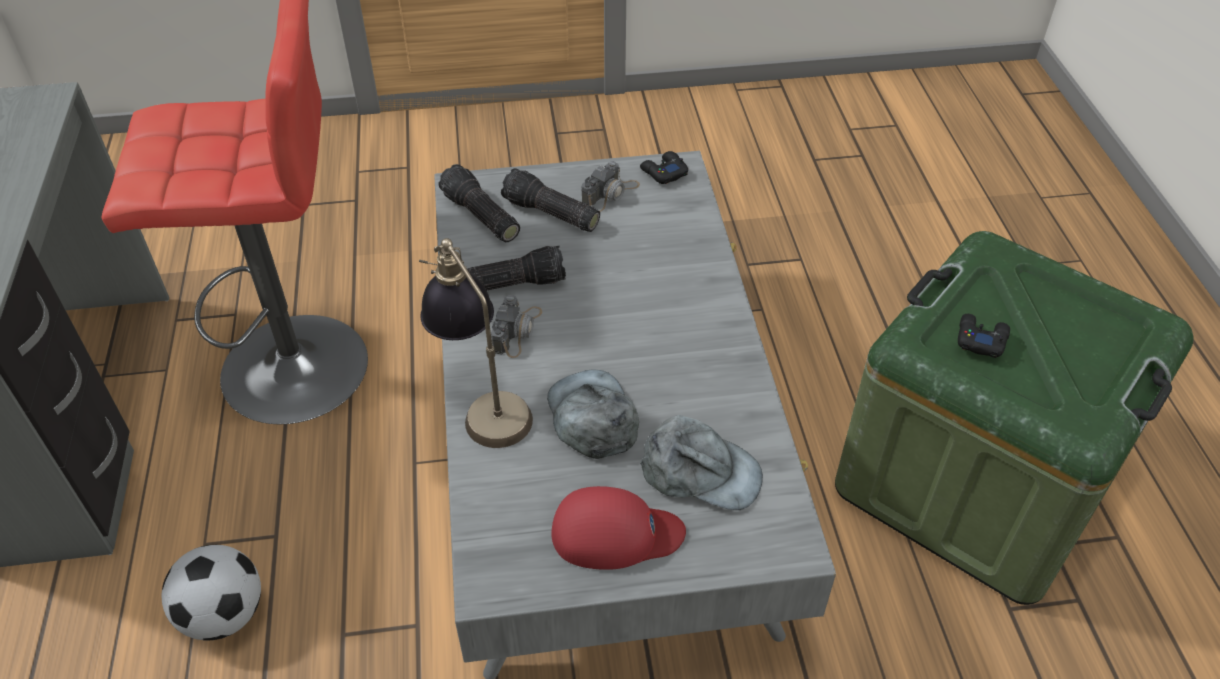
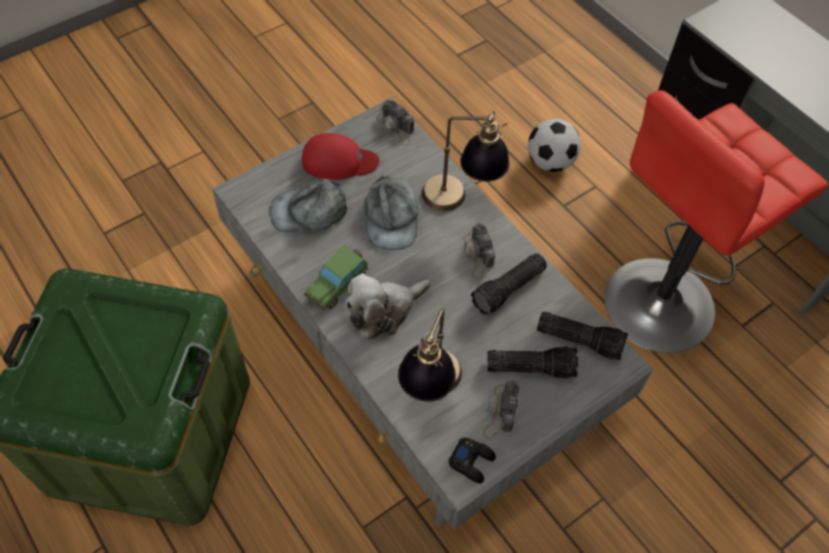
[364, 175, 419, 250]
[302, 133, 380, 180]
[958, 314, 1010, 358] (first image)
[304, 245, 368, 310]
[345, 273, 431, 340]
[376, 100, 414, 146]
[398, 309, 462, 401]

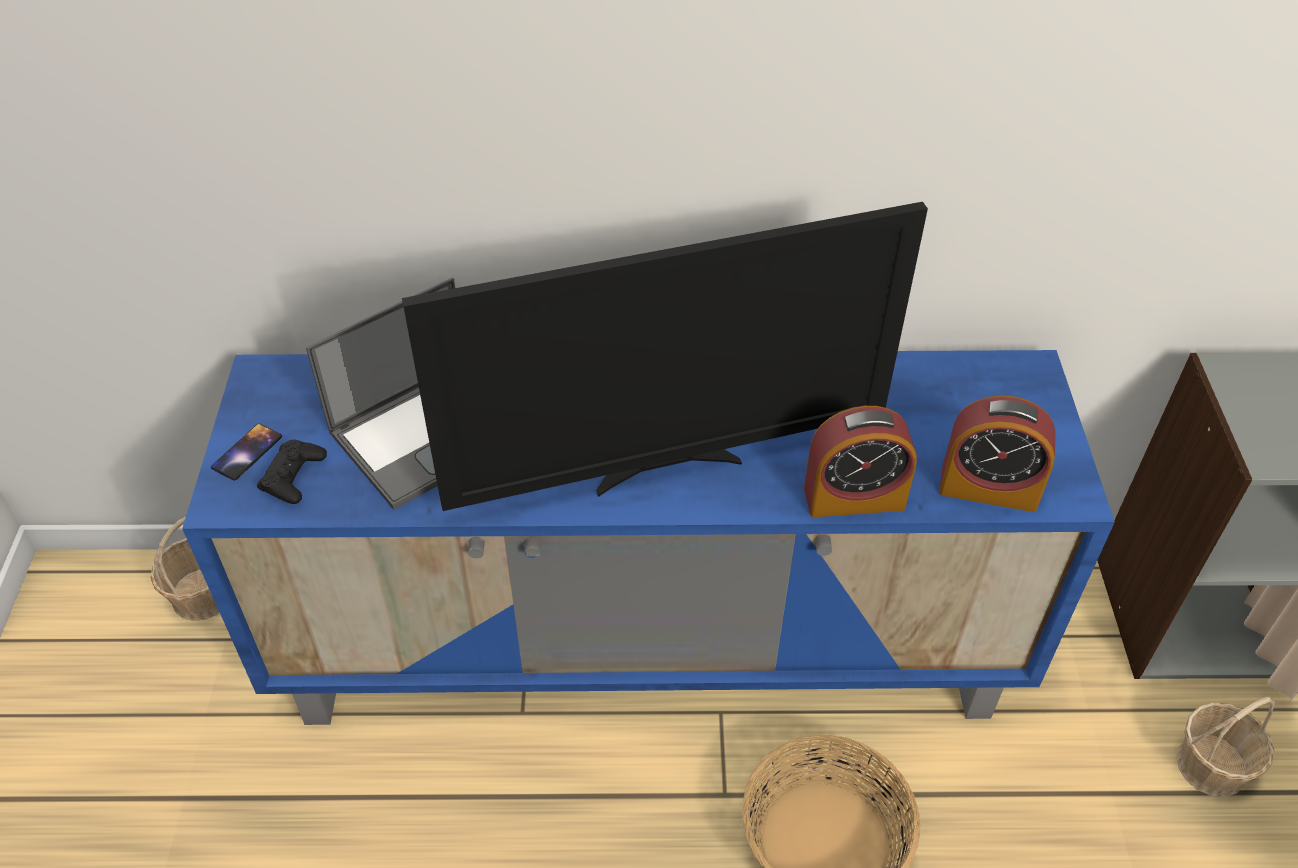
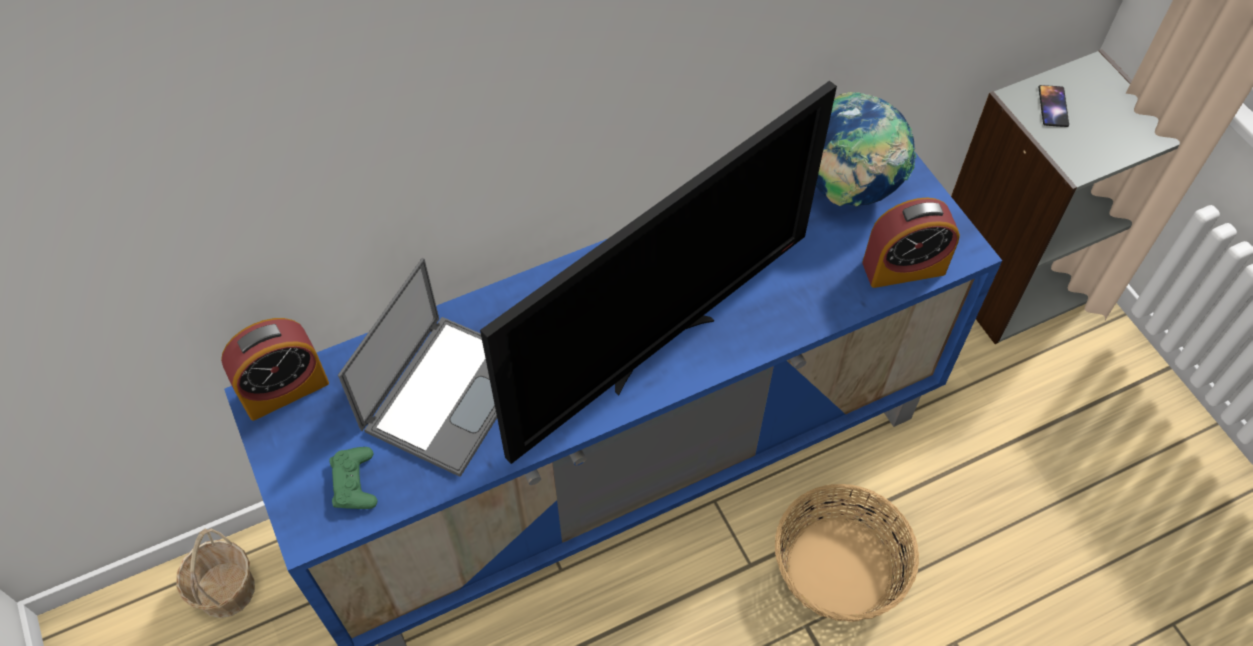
[1039, 85, 1069, 127]
[329, 447, 377, 509]
[221, 318, 329, 421]
[1176, 696, 1275, 797] (first image)
[816, 92, 917, 207]

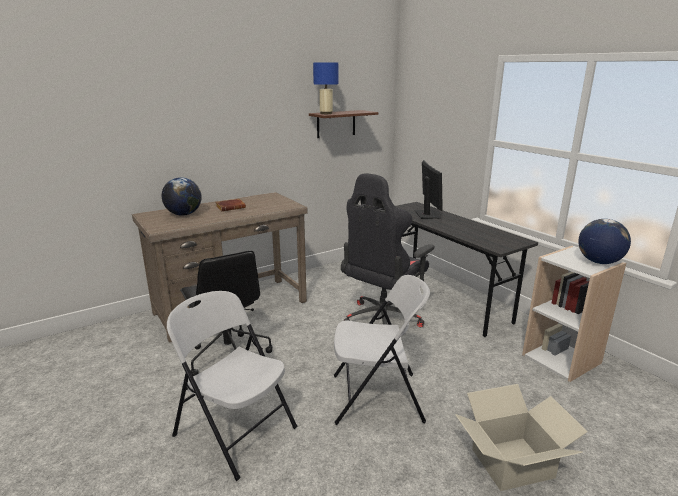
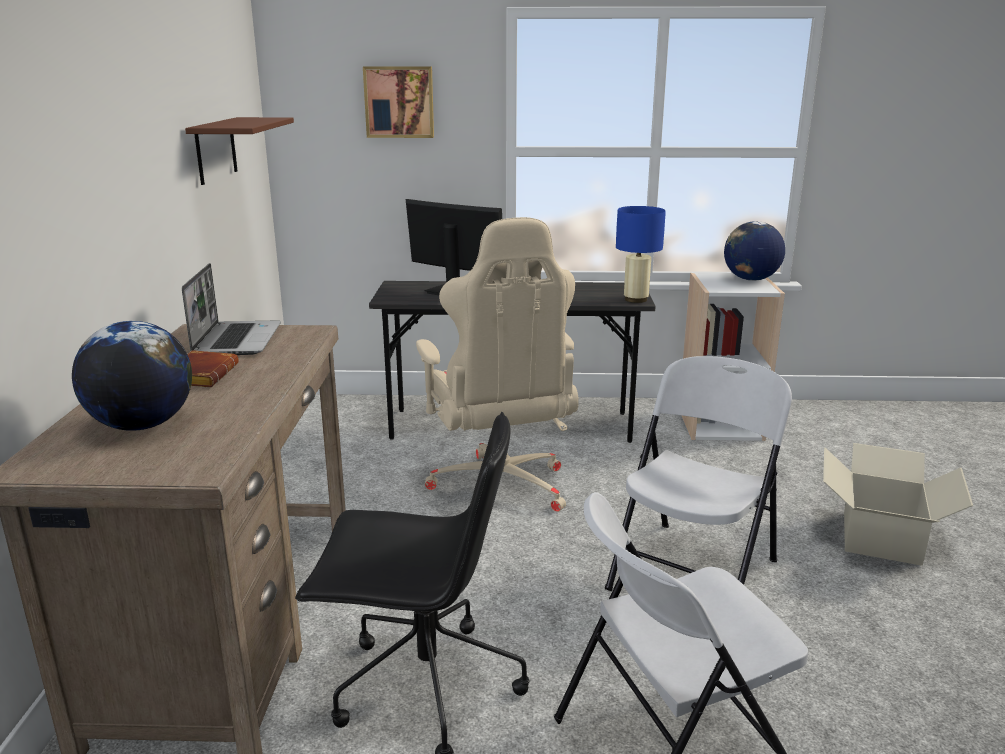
[616, 206, 666, 303]
[416, 217, 579, 512]
[182, 263, 281, 355]
[363, 66, 434, 138]

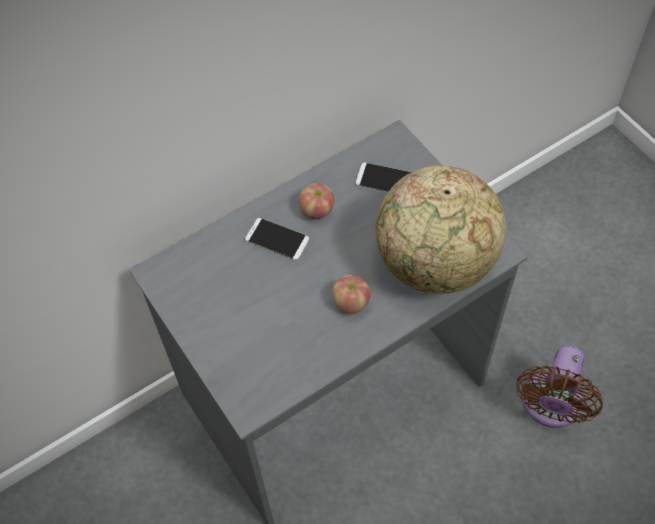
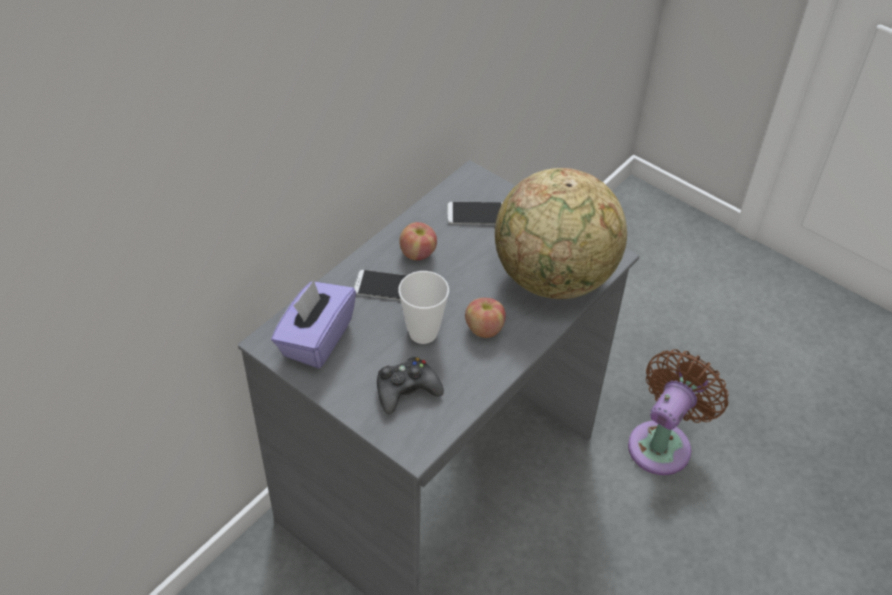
[628, 349, 729, 475]
[271, 280, 356, 369]
[377, 357, 444, 414]
[398, 271, 449, 344]

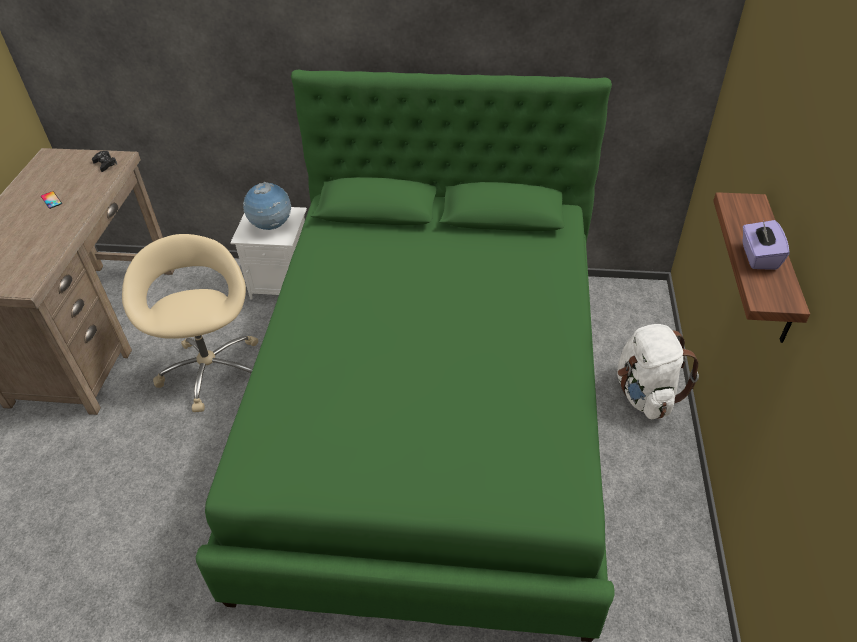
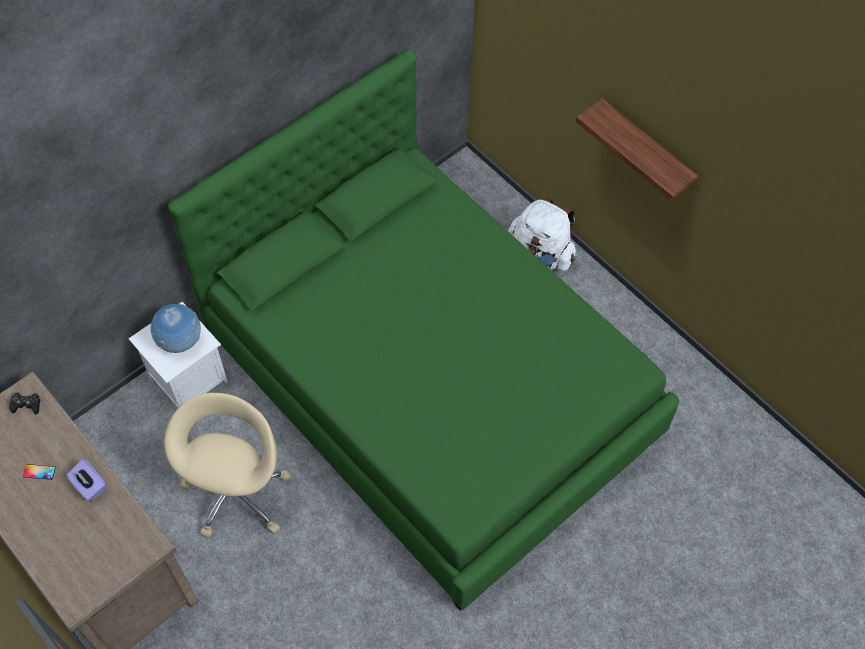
[164, 393, 291, 538]
[66, 459, 107, 502]

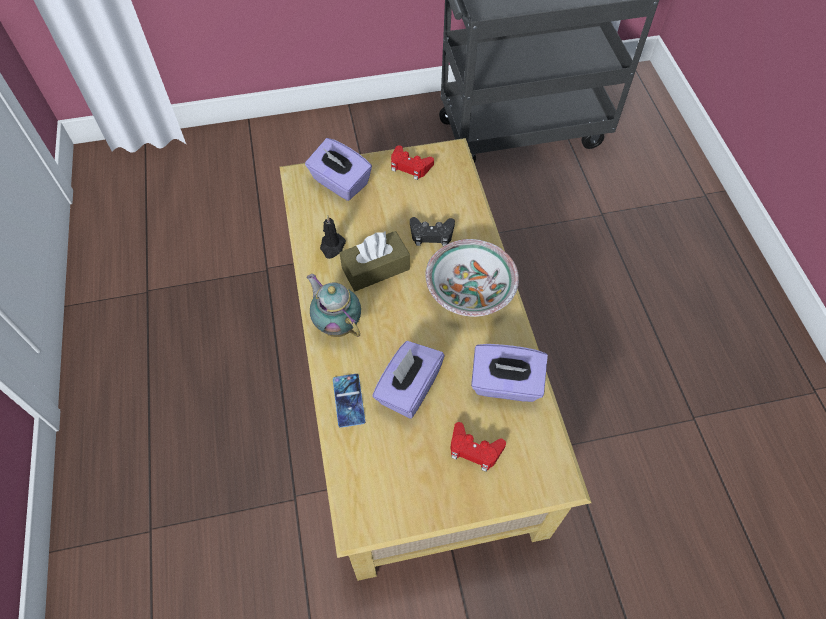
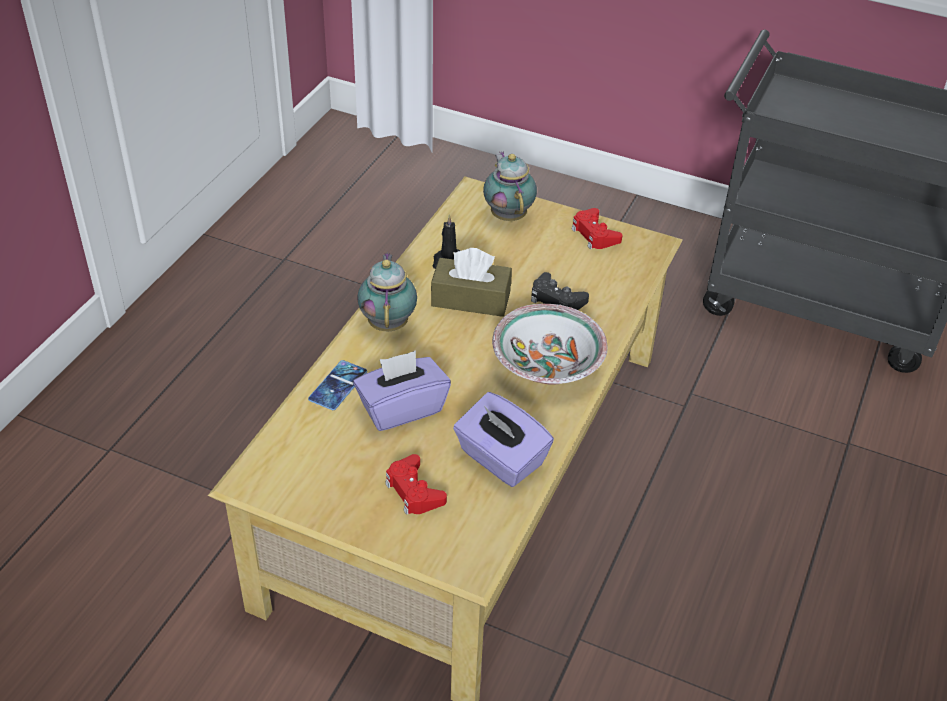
[483, 151, 537, 221]

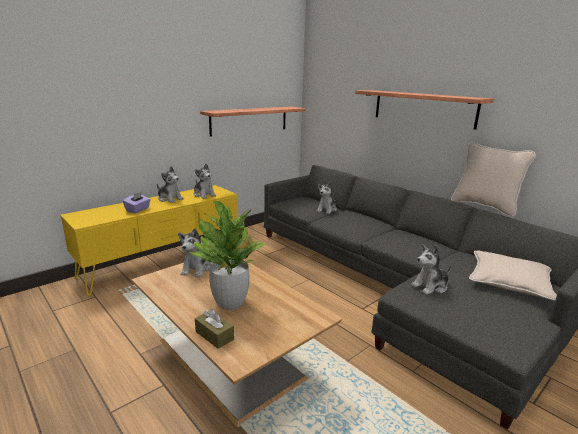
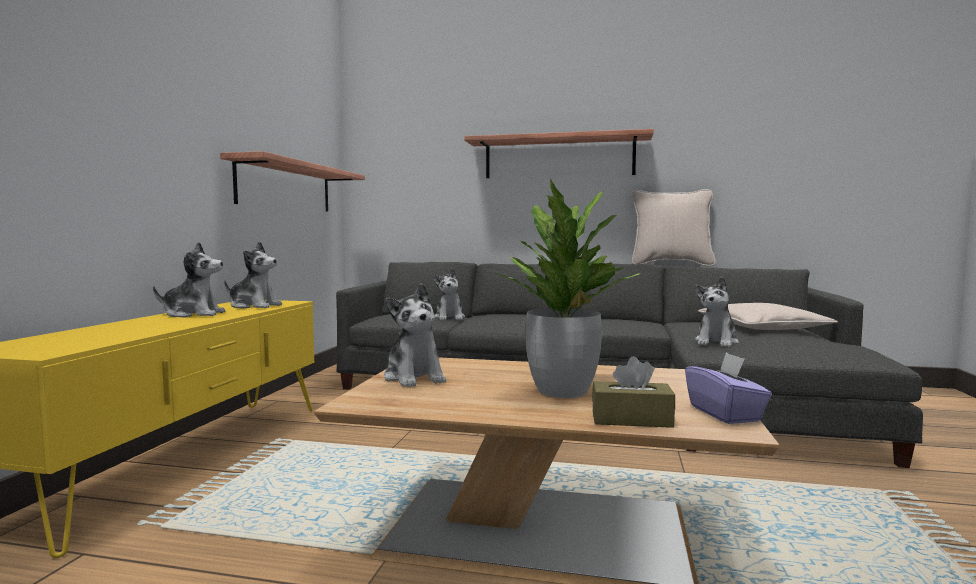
[685, 352, 772, 424]

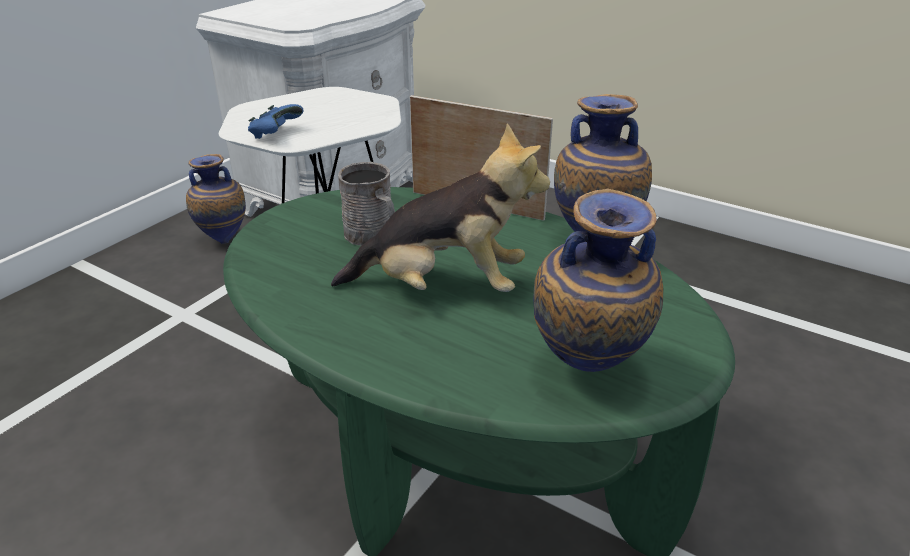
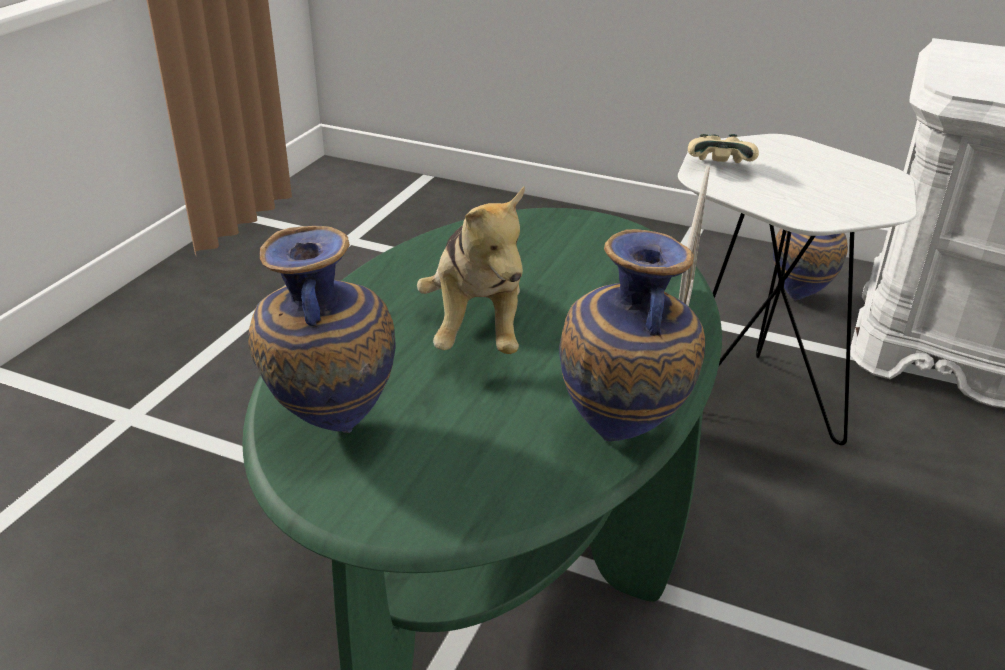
[688, 134, 759, 163]
[338, 162, 395, 246] (first image)

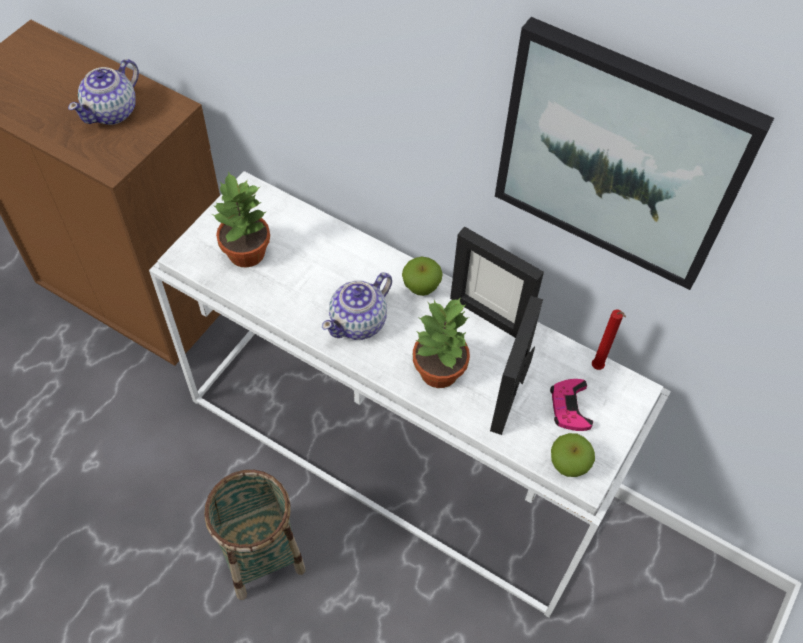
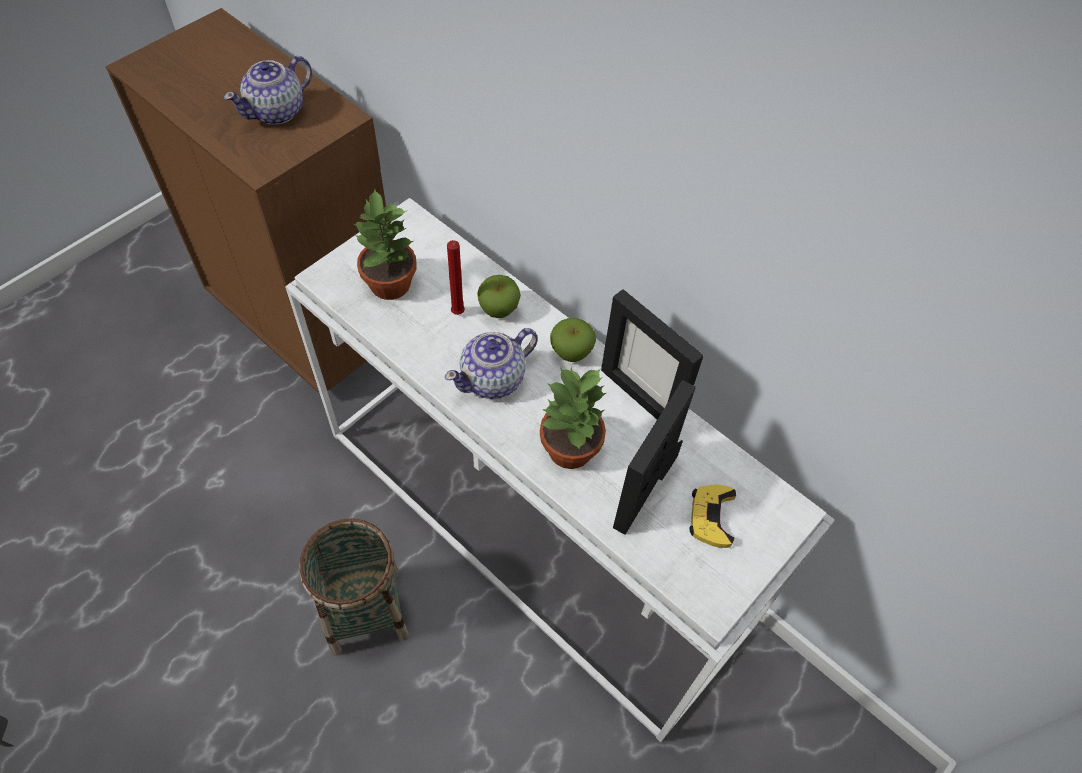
[495, 17, 774, 290] (first image)
[689, 485, 736, 548]
[477, 275, 521, 318]
[447, 240, 465, 315]

